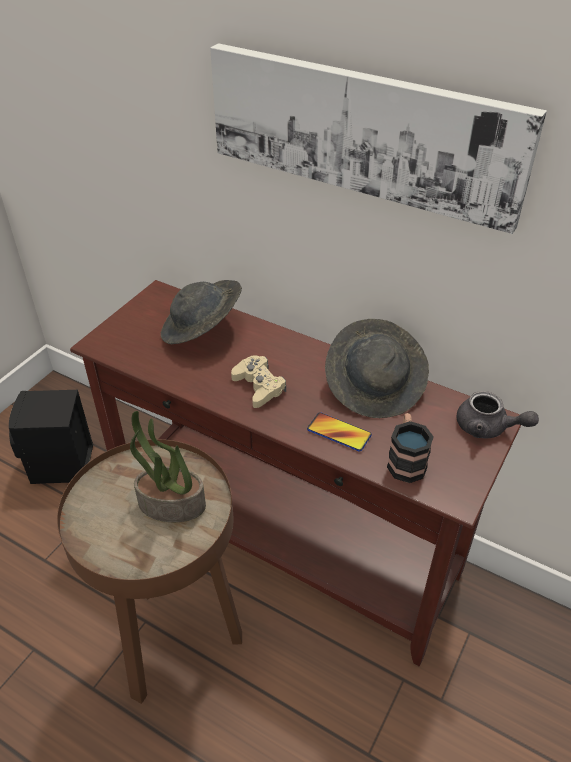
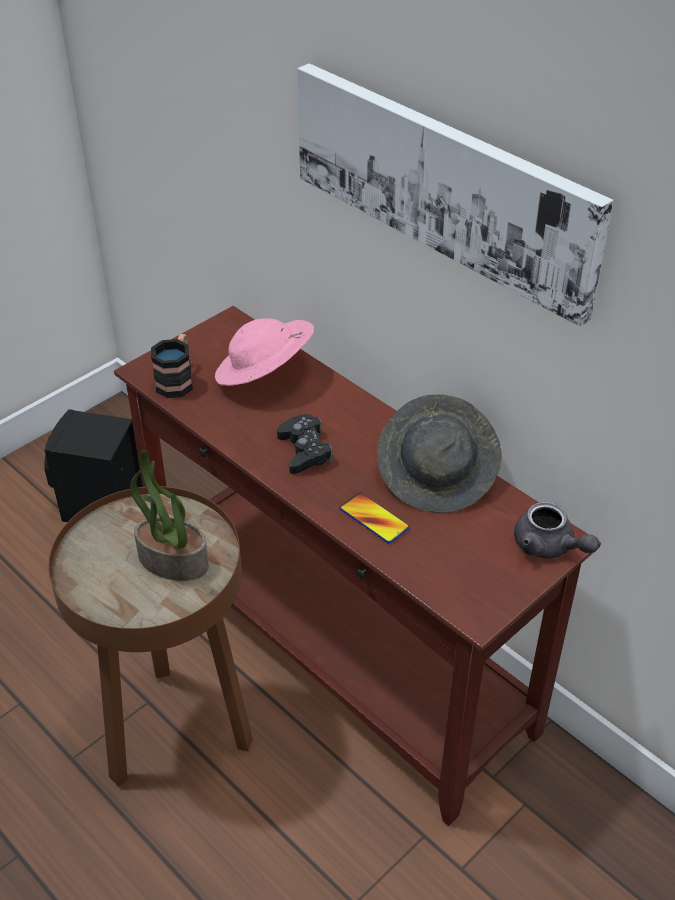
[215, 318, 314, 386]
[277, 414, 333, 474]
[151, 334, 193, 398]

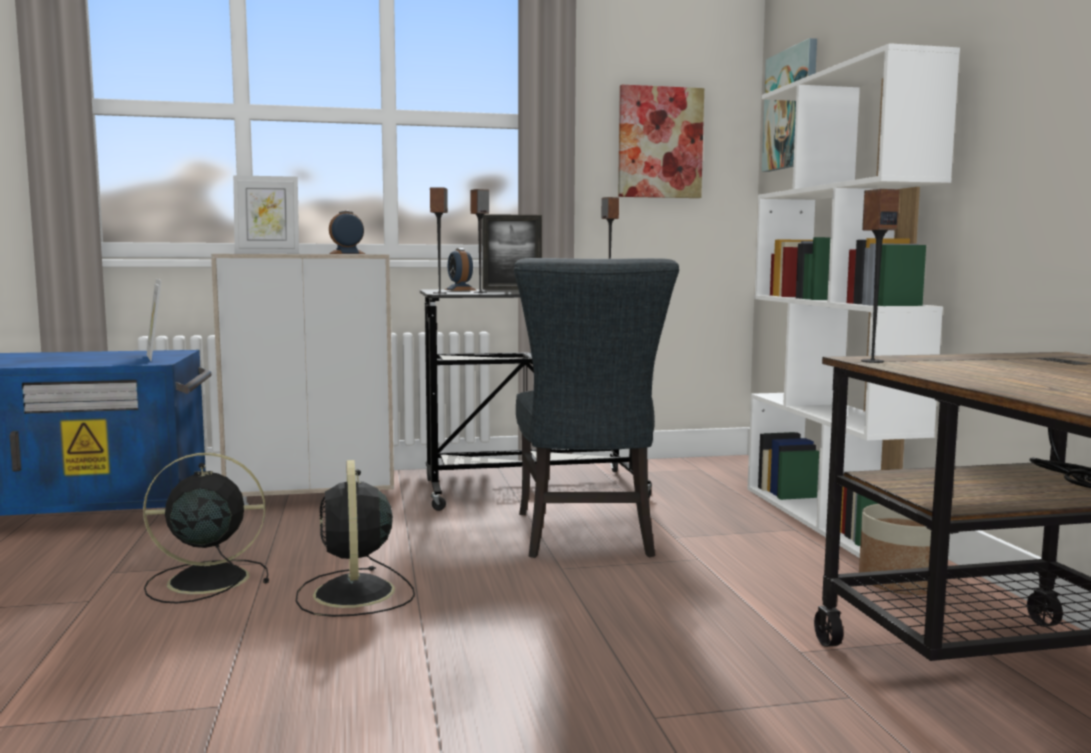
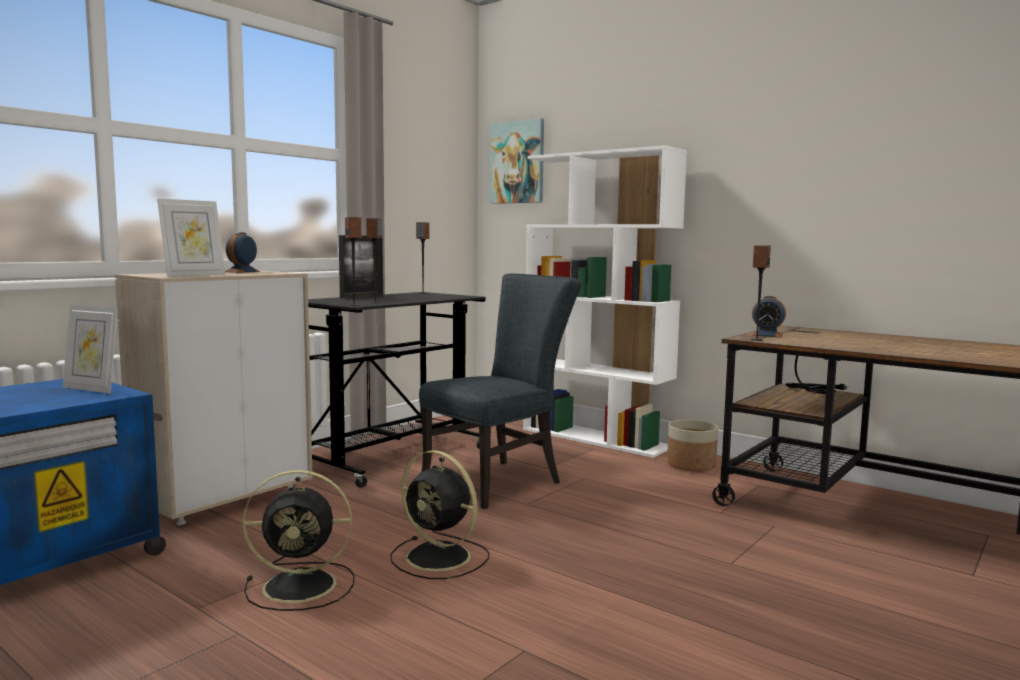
[242, 470, 354, 611]
[752, 296, 786, 338]
[419, 274, 582, 509]
[618, 85, 704, 198] (first image)

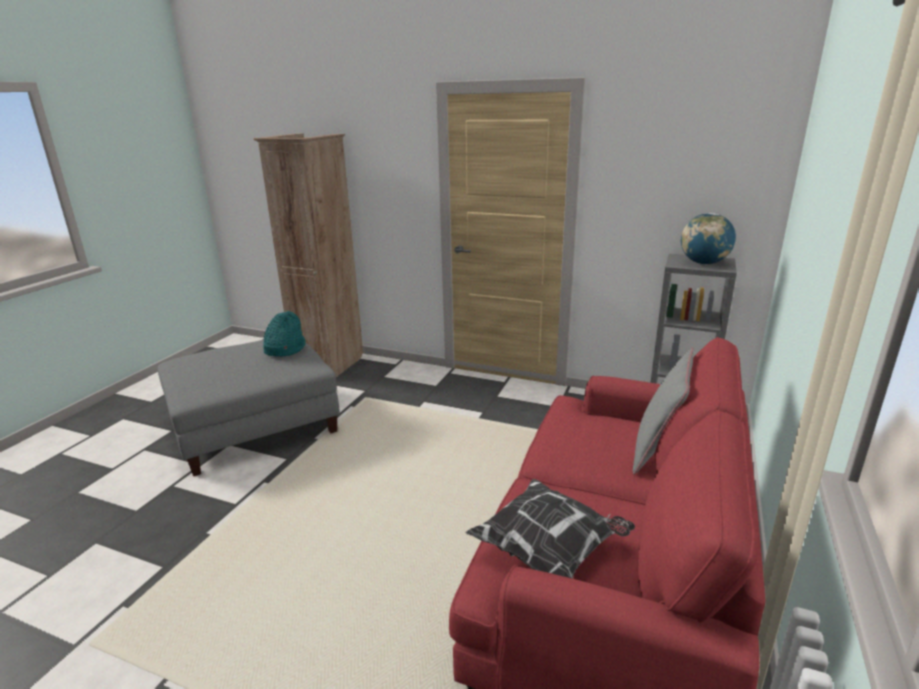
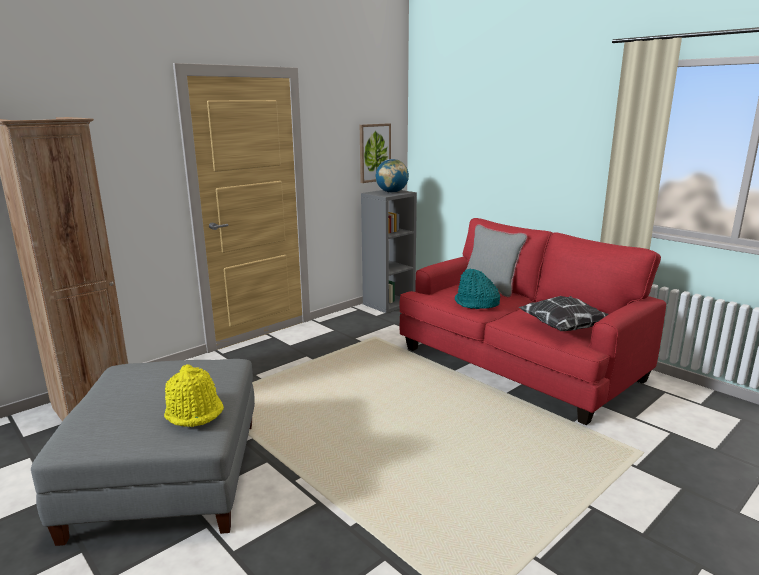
[455, 269, 500, 309]
[164, 364, 224, 427]
[360, 123, 391, 183]

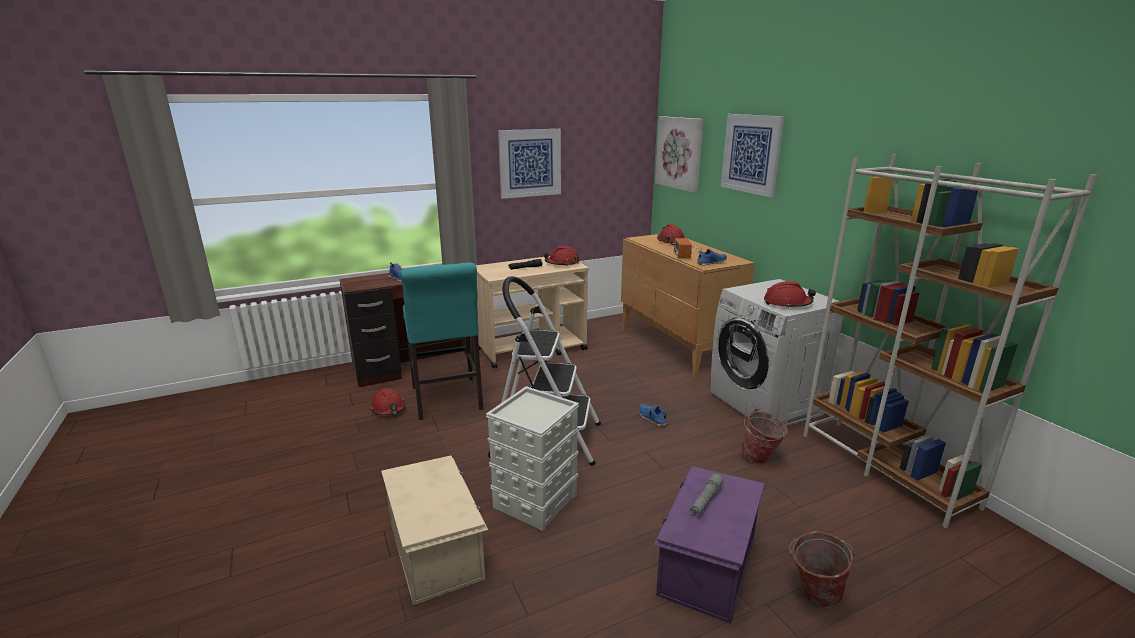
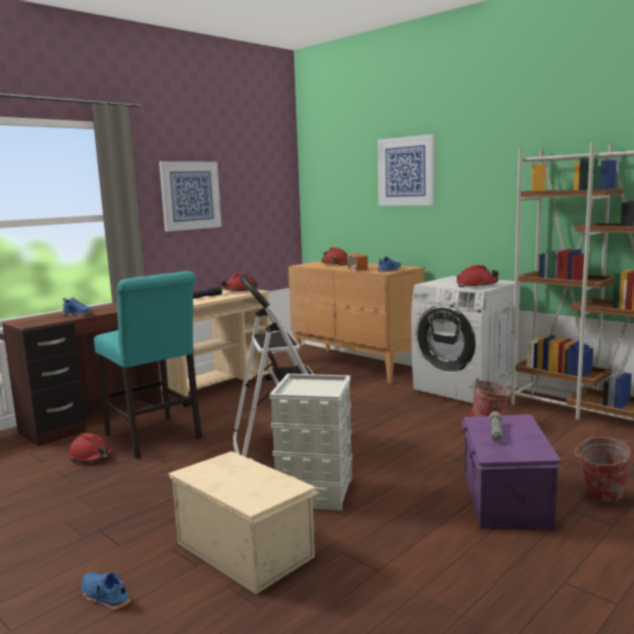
[82, 572, 131, 610]
[655, 116, 703, 193] (first image)

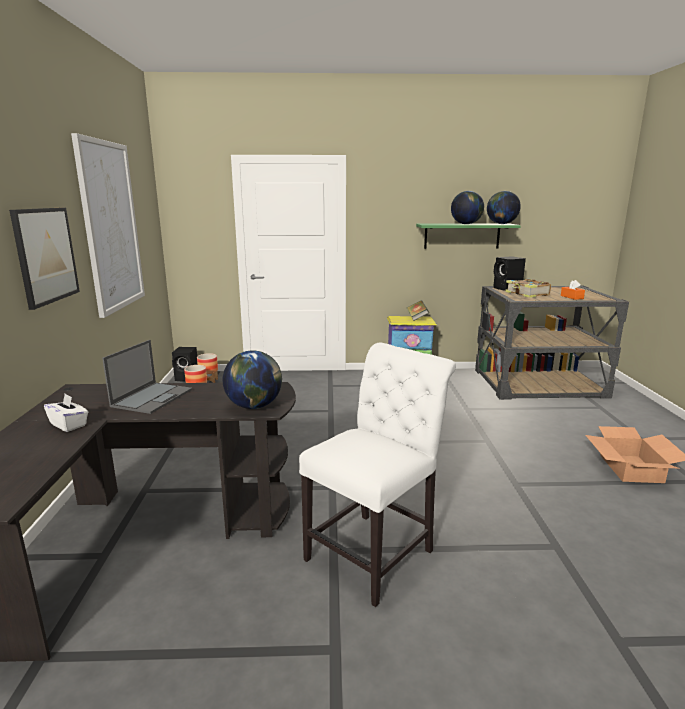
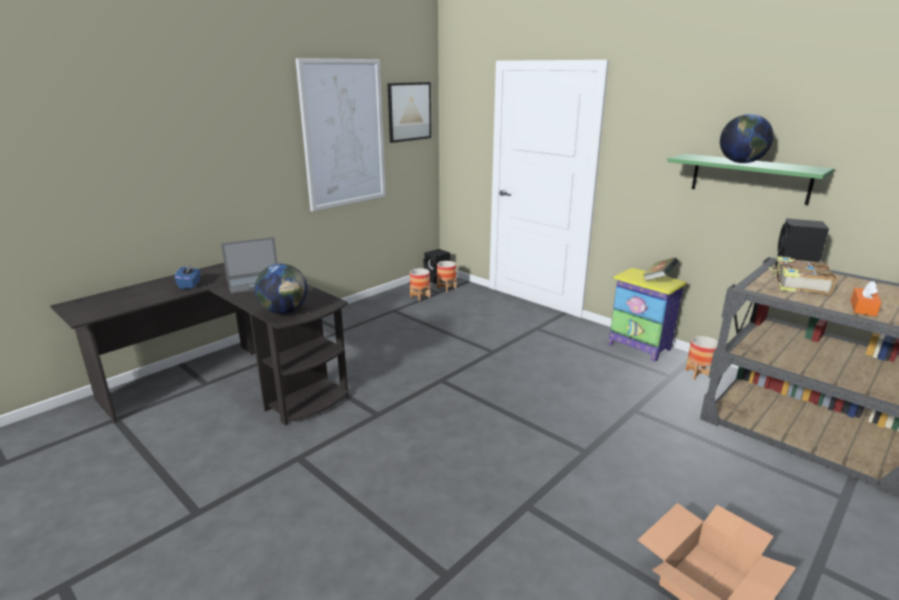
[388, 82, 431, 143]
[174, 262, 201, 289]
[299, 342, 456, 607] (first image)
[487, 191, 521, 224] (first image)
[686, 336, 718, 380]

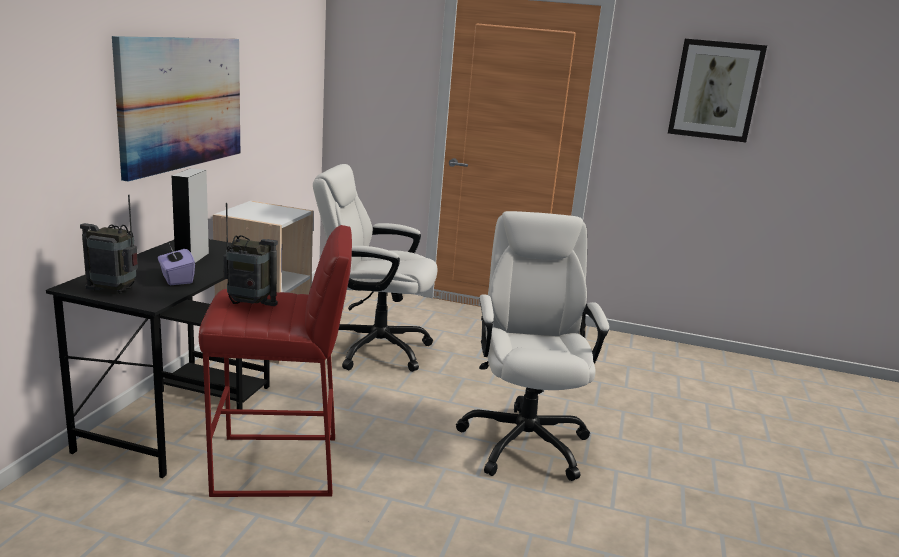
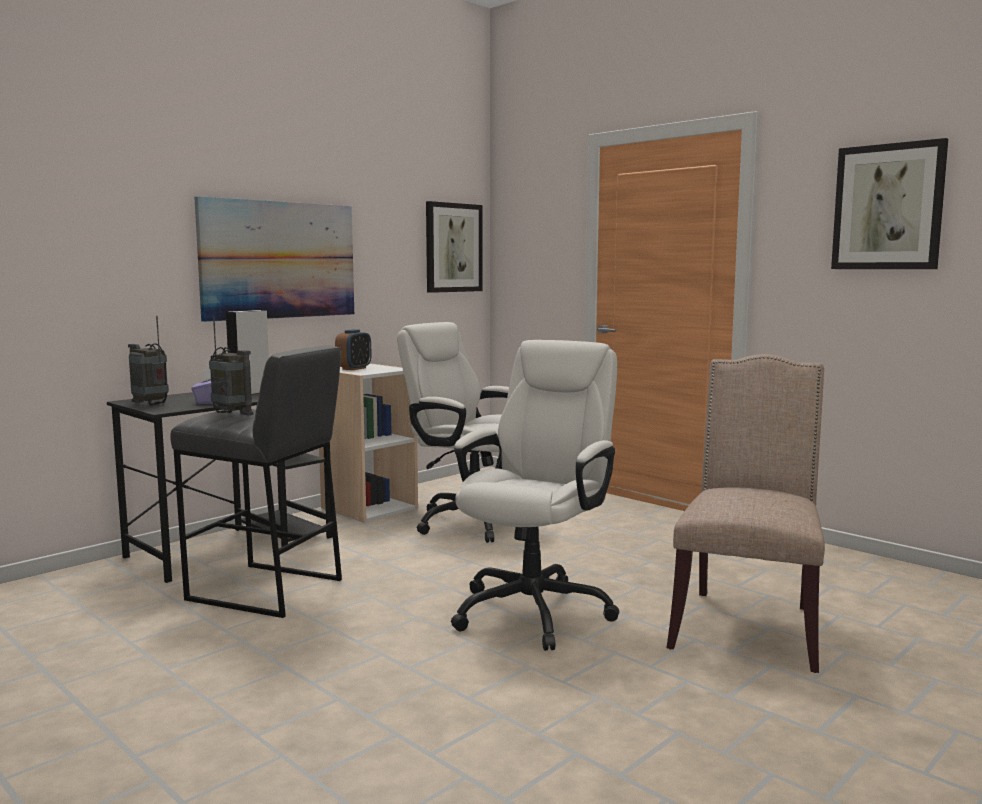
[170, 345, 342, 618]
[335, 329, 372, 370]
[426, 201, 483, 293]
[667, 354, 825, 673]

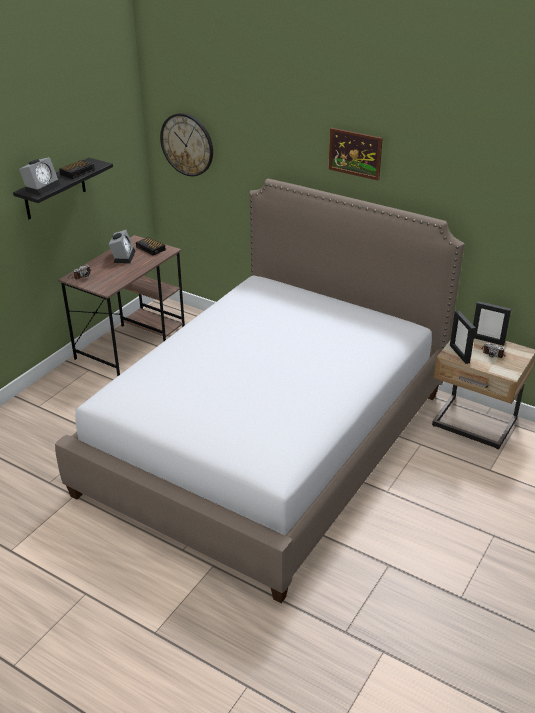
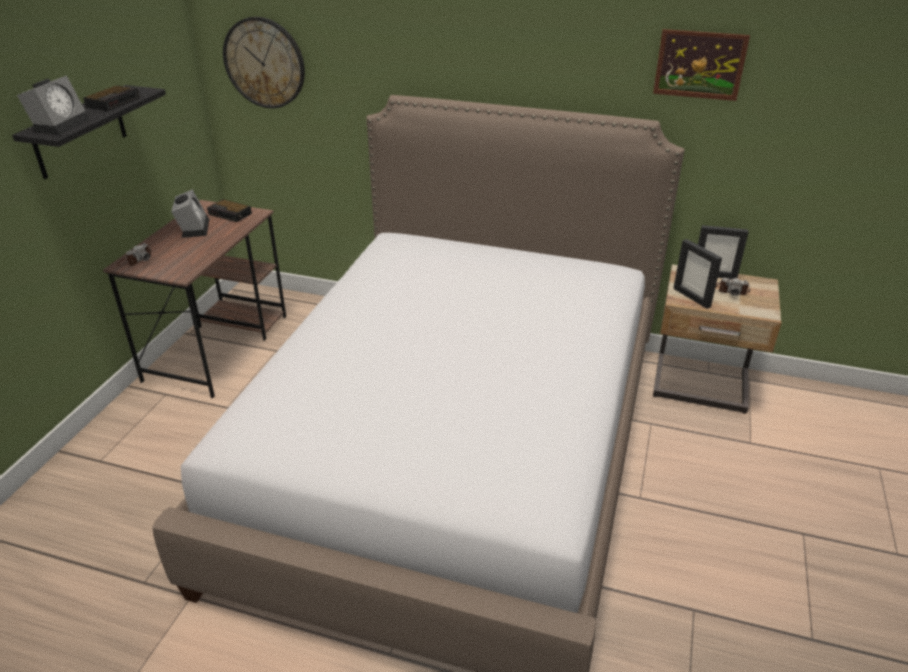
[653, 29, 750, 101]

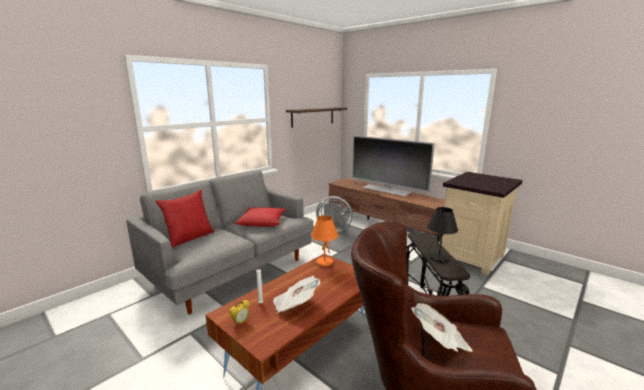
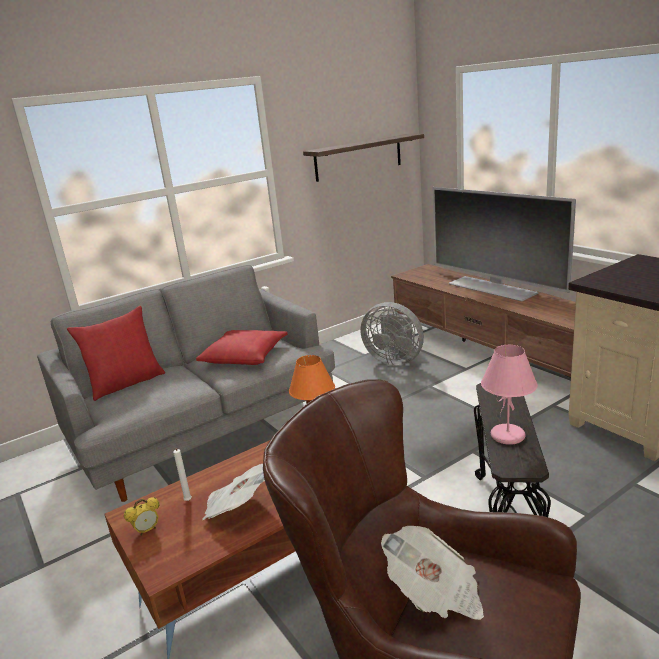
[481, 345, 538, 445]

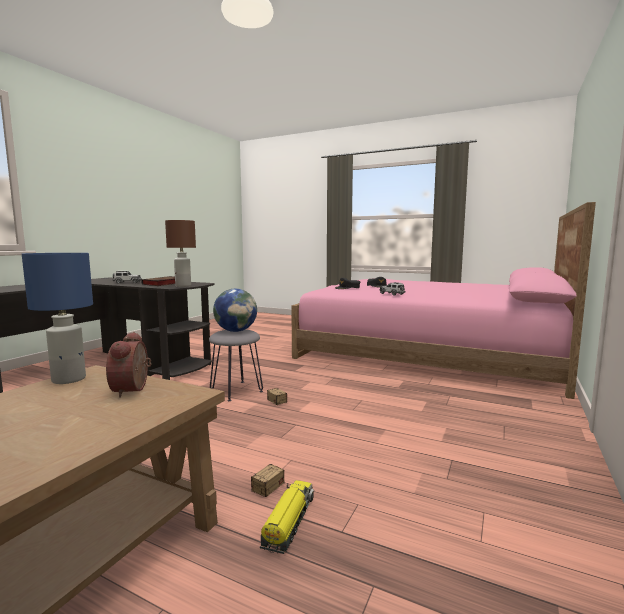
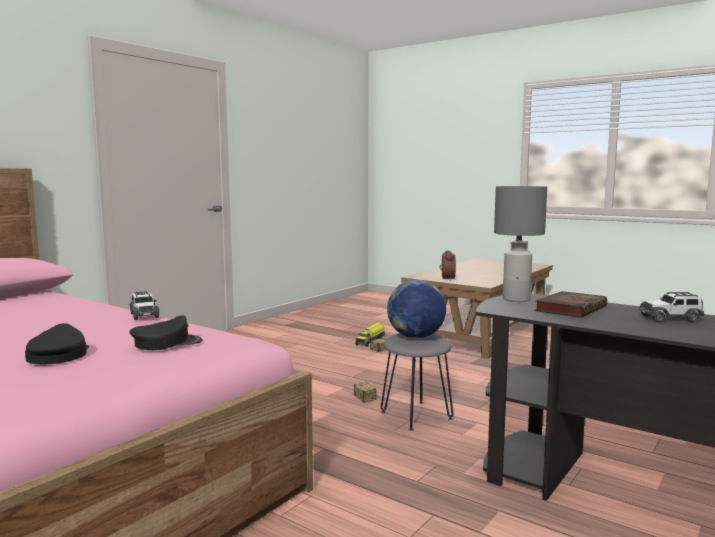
[22, 253, 93, 384] (first image)
[494, 186, 547, 302]

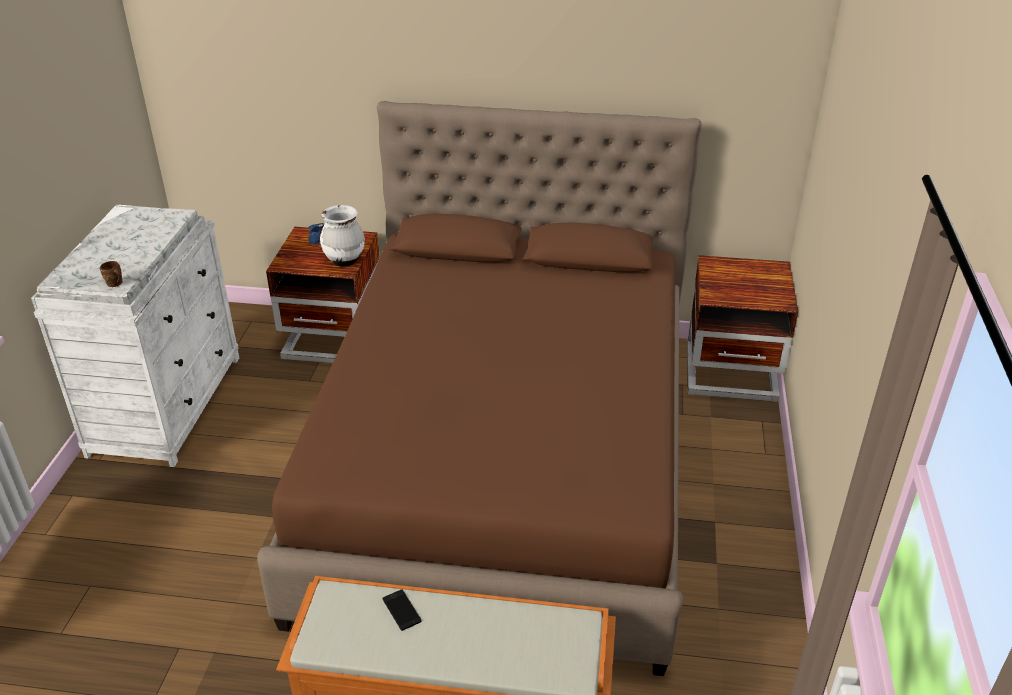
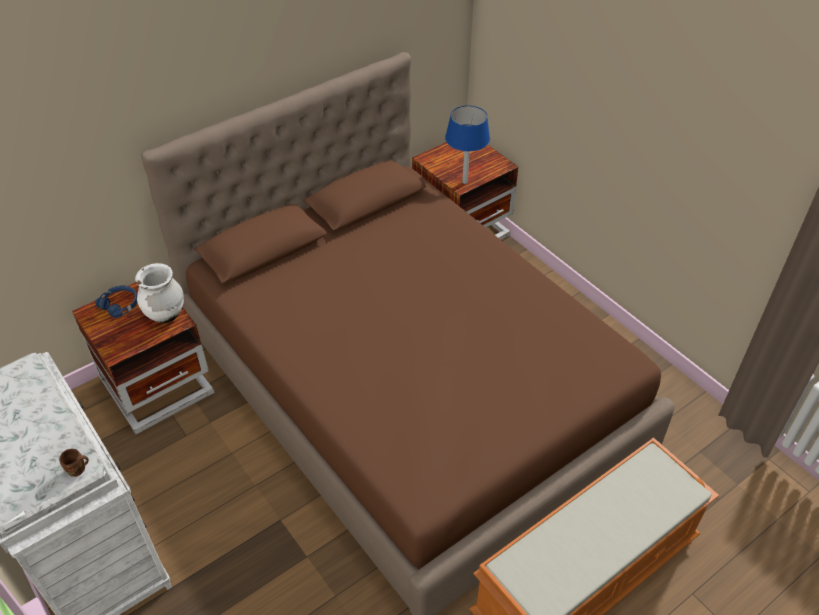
[382, 589, 422, 631] (first image)
[445, 105, 490, 184]

